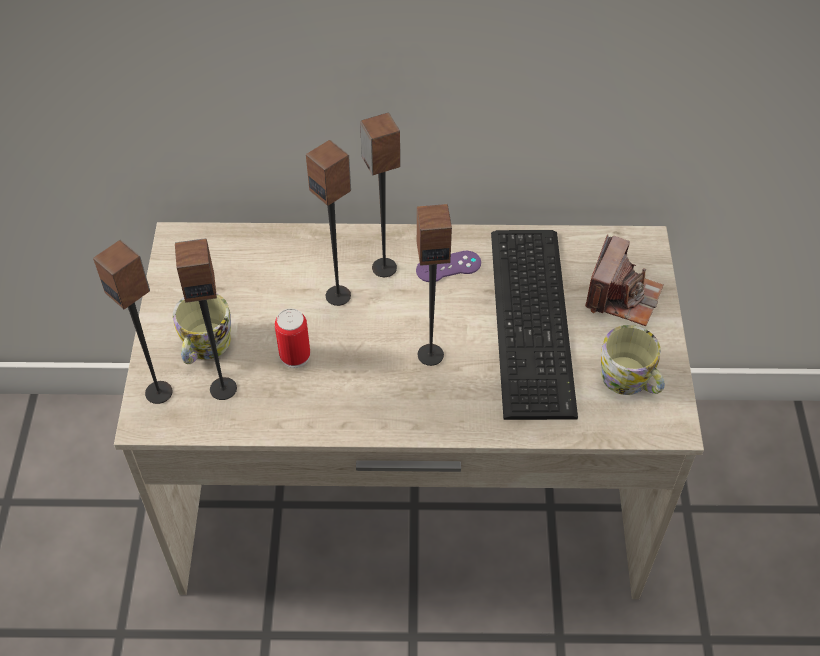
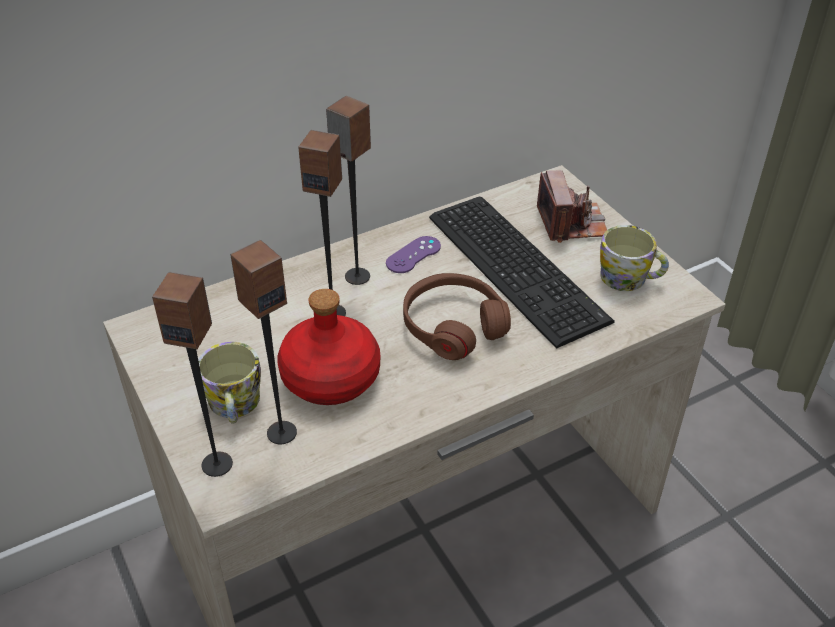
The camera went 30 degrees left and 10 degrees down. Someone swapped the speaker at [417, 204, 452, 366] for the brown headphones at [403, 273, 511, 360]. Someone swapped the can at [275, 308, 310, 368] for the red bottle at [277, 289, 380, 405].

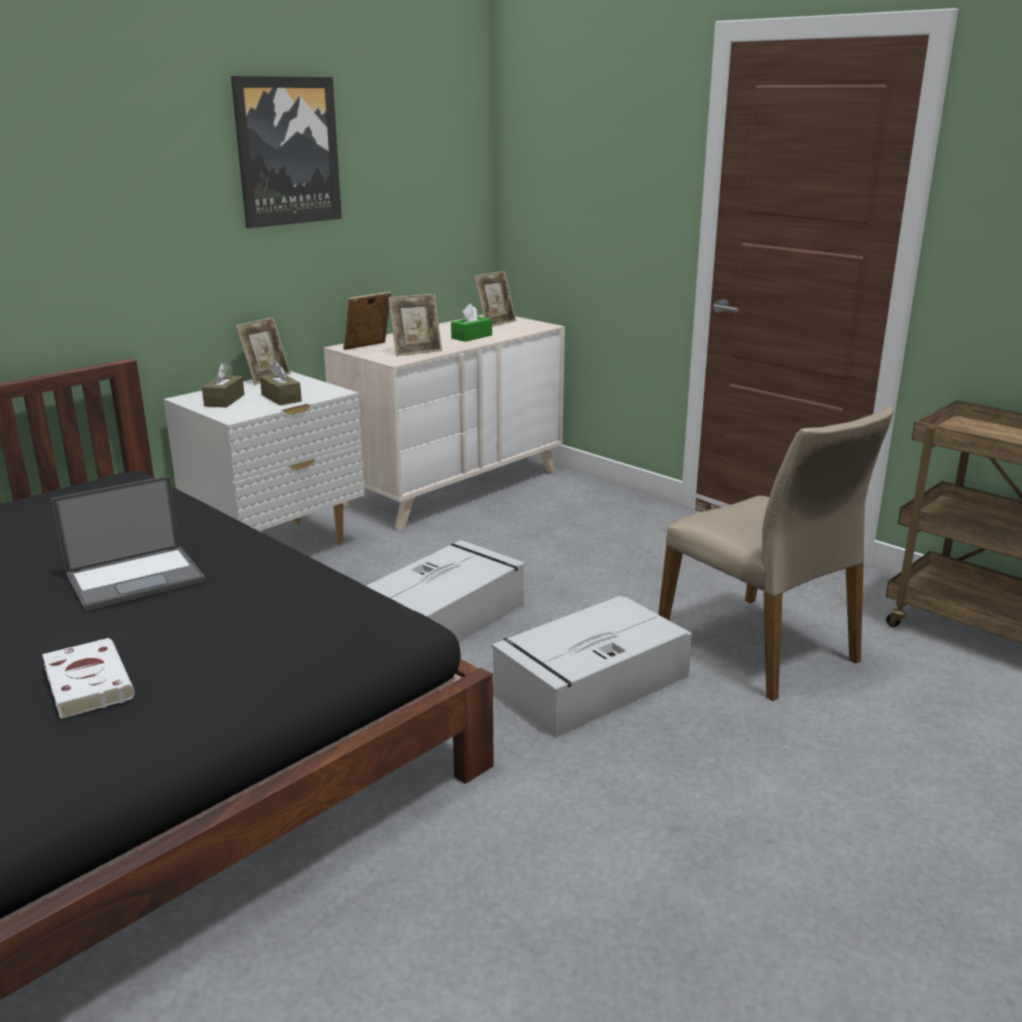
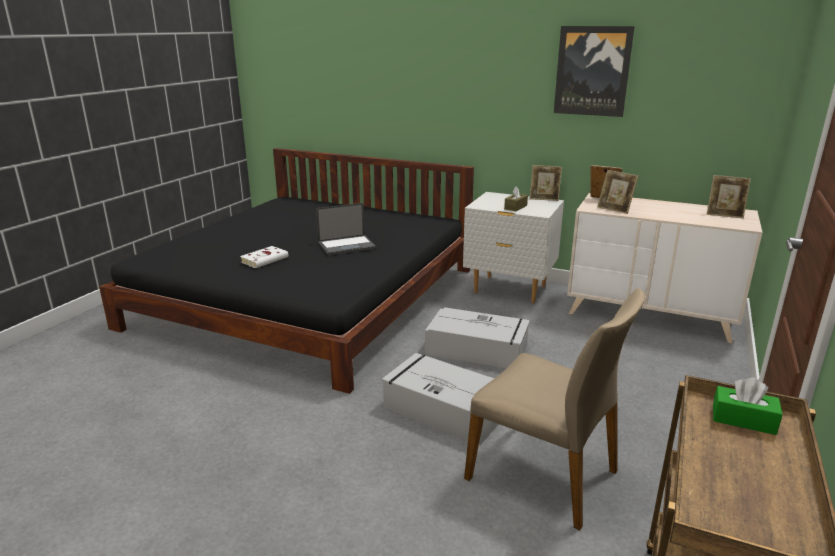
The camera went 70 degrees right and 0 degrees up. Someone carried the green tissue box from [451, 304, 492, 342] to [713, 377, 783, 435]. Someone took away the brown tissue box at [202, 363, 245, 408]. Someone rotated the beige chair at [658, 406, 894, 701] by 90 degrees counterclockwise. Someone rotated the laptop at [51, 476, 205, 612] by 60 degrees counterclockwise.

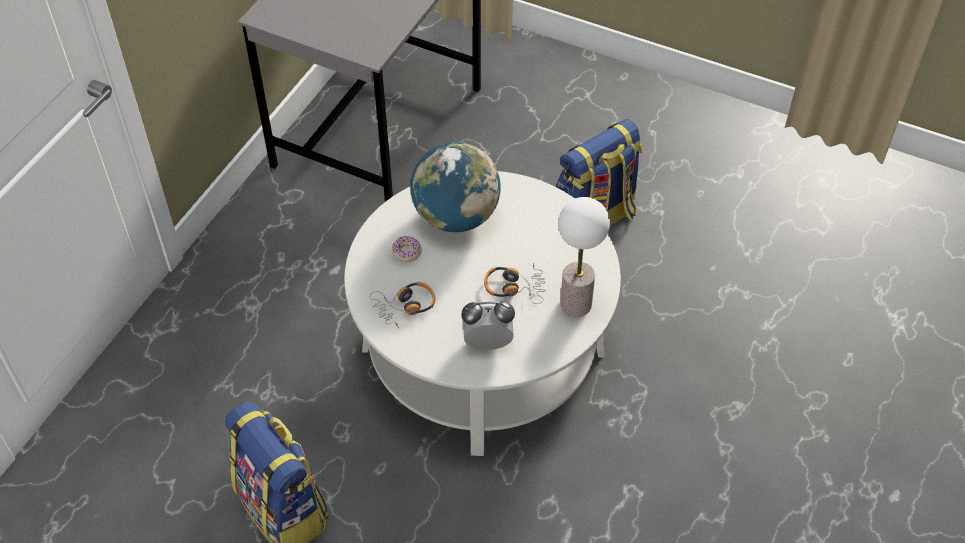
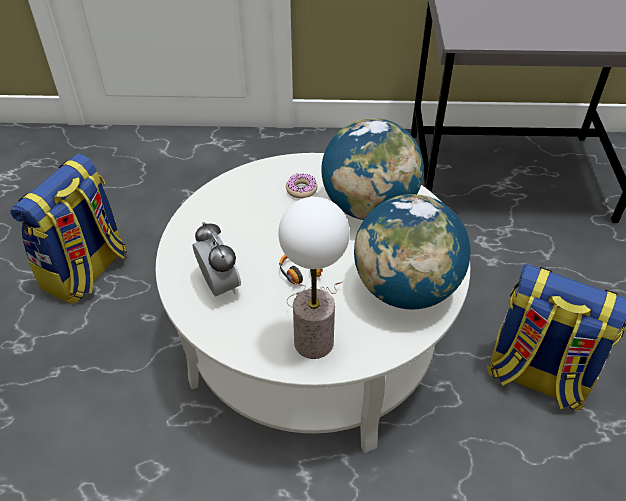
The camera went 65 degrees right and 5 degrees down. Someone took away the headphones at [370, 282, 435, 328]. Someone put down the globe at [354, 194, 470, 309].

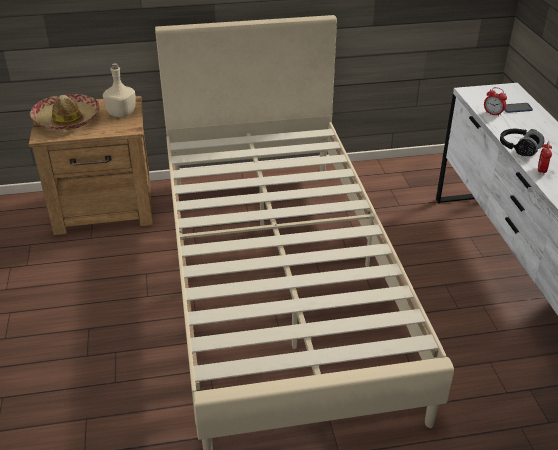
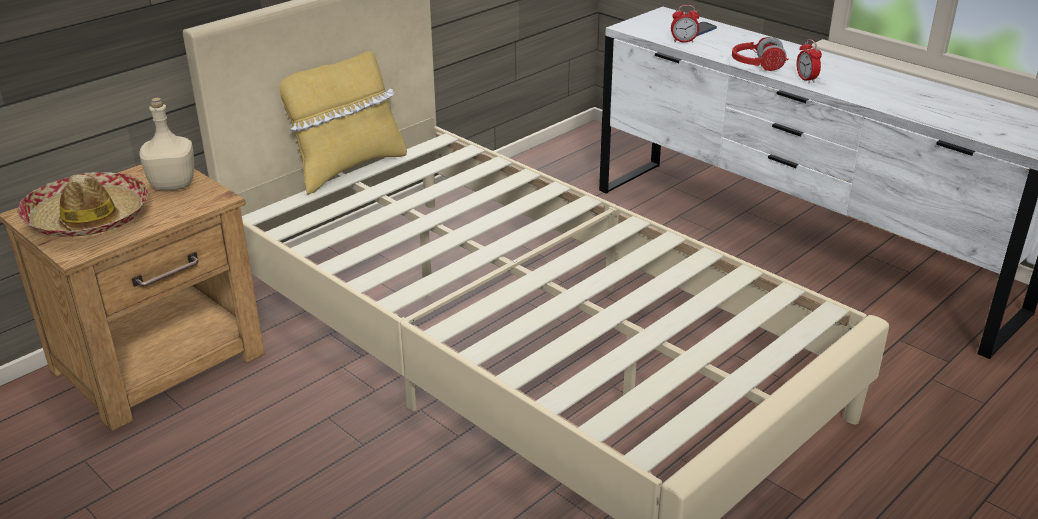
The camera went 35 degrees left and 5 degrees down. Someone repainted the black headphones at [500, 129, 544, 156], which became the red headphones at [732, 37, 789, 71]. Someone put down the yellow pillow at [280, 51, 407, 195].

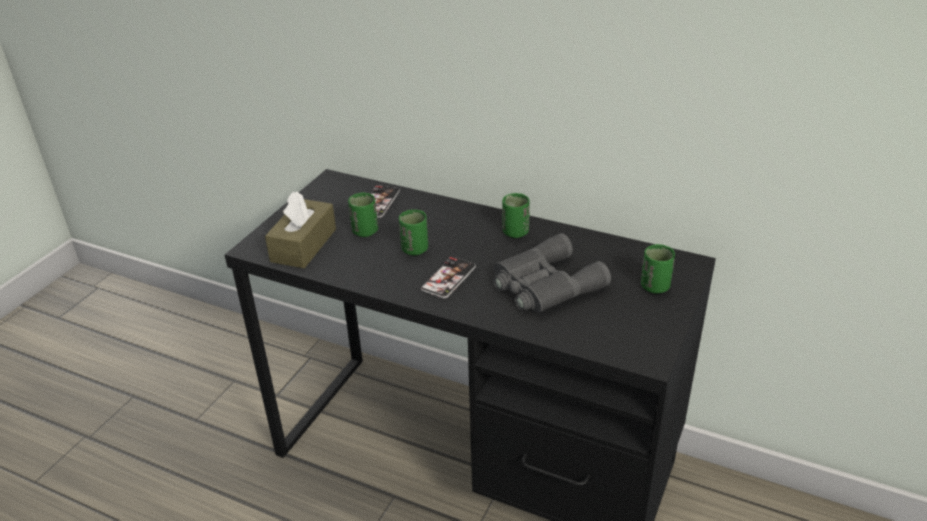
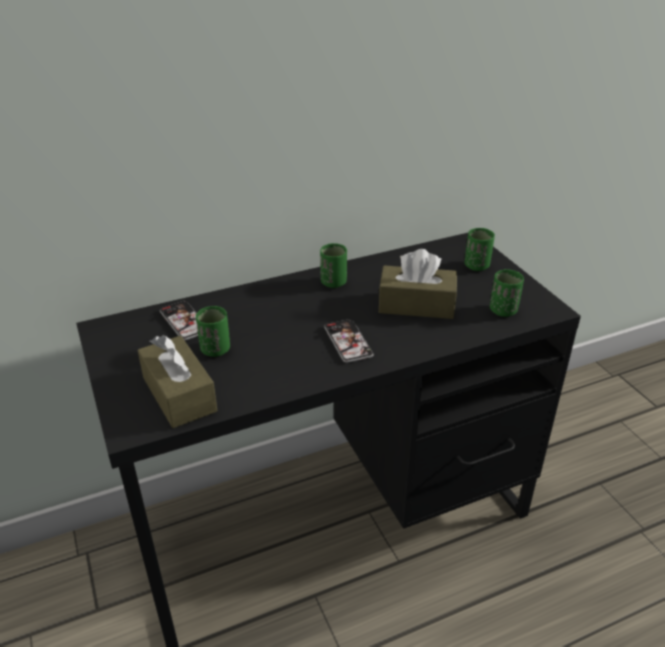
The camera went 50 degrees left and 0 degrees up. Someone carried the green cup from [399, 210, 428, 255] to [490, 269, 524, 317]. Someone swapped the grey binoculars at [493, 233, 611, 313] for the brown tissue box at [379, 249, 457, 319].

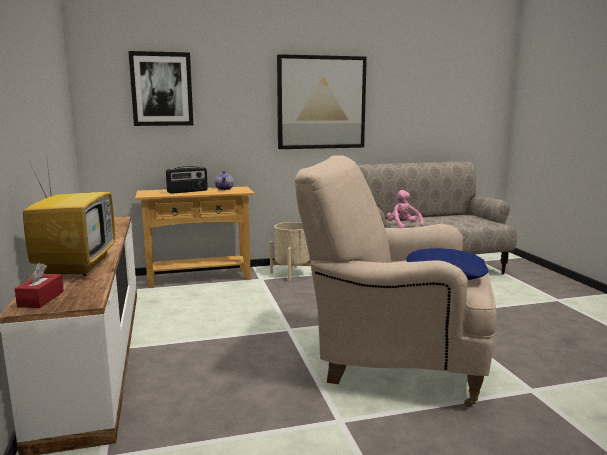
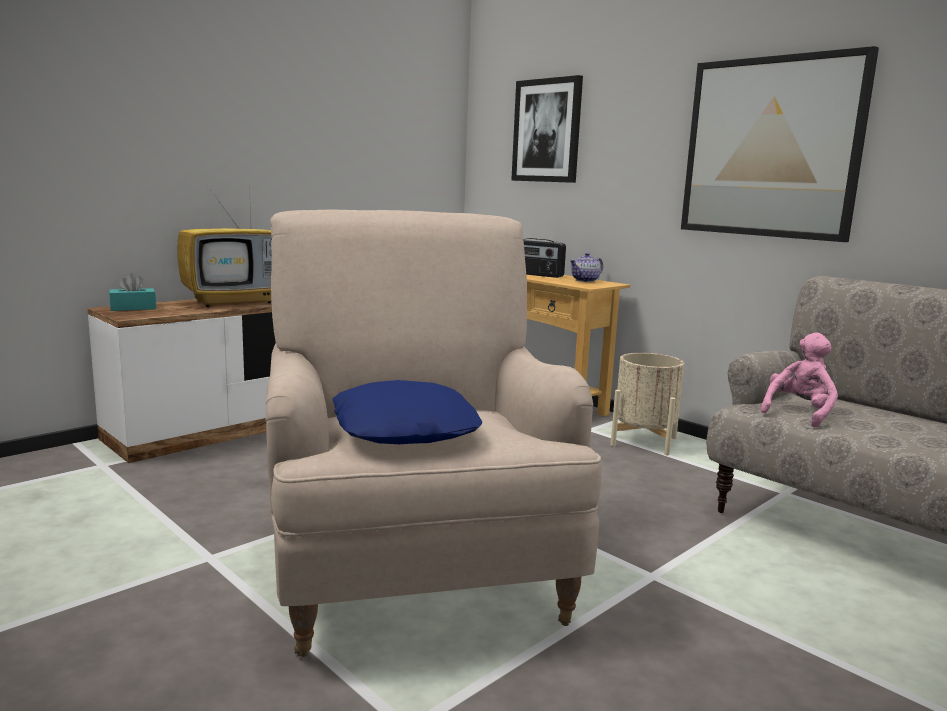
The camera went 60 degrees right and 0 degrees up. Someone repainted the red tissue box at [15, 263, 64, 308], which became the turquoise tissue box at [109, 273, 156, 311].

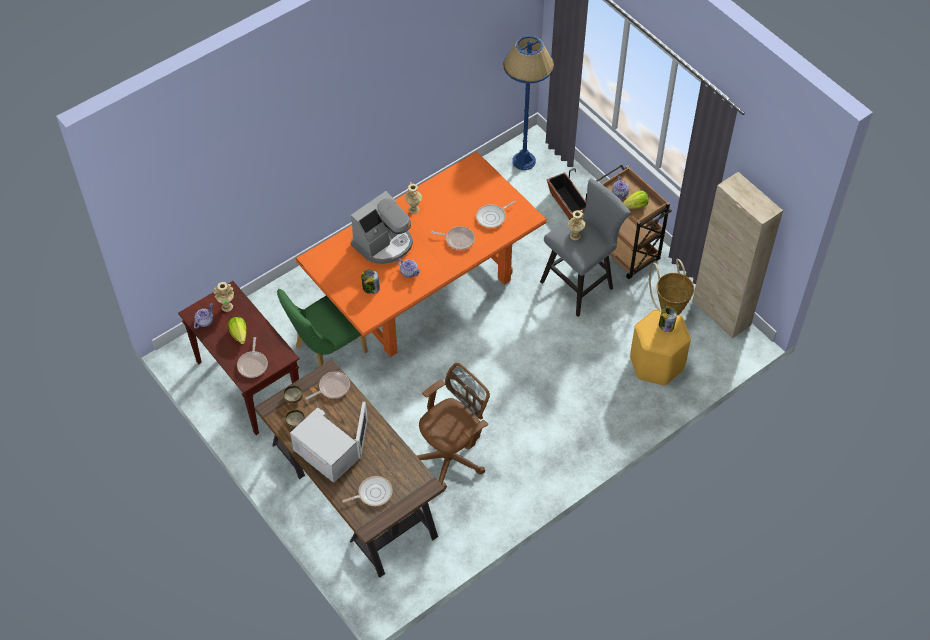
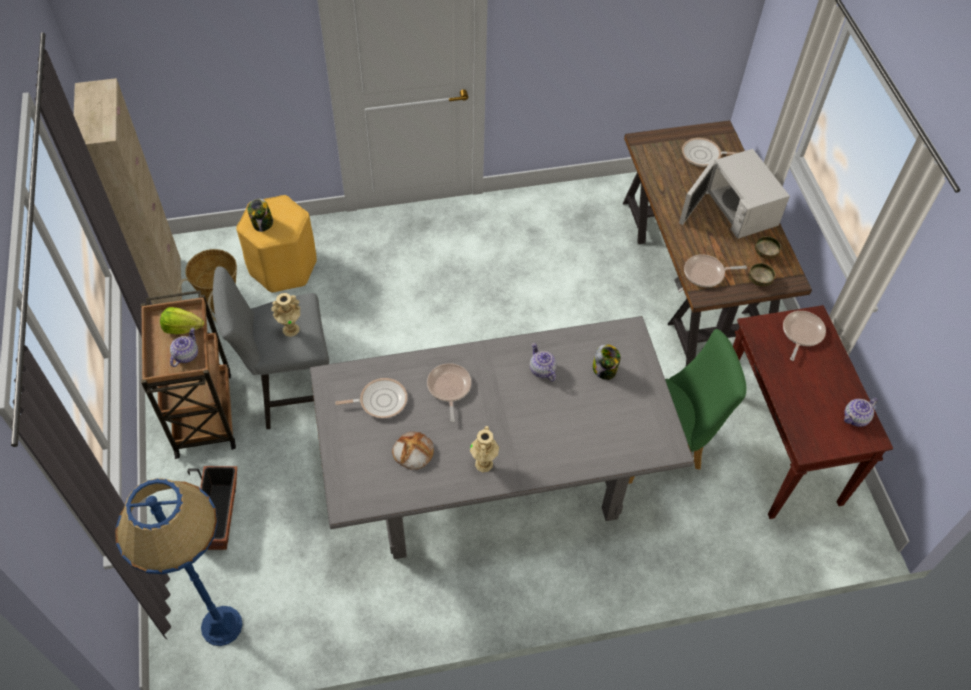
The camera went 155 degrees left and 0 degrees up. Someone repainted the orange dining table at [296, 151, 547, 357], which became the grey dining table at [310, 316, 694, 559]. Someone took away the coffee machine at [351, 191, 413, 264]. Someone rotated the frying pan at [431, 226, 475, 250] by 45 degrees clockwise. Someone took away the beige vase at [214, 282, 234, 312]. Someone took away the lettuce at [228, 317, 246, 344]. Someone took away the brown office chair at [417, 363, 490, 489]. Someone put down the bread at [392, 431, 434, 470].

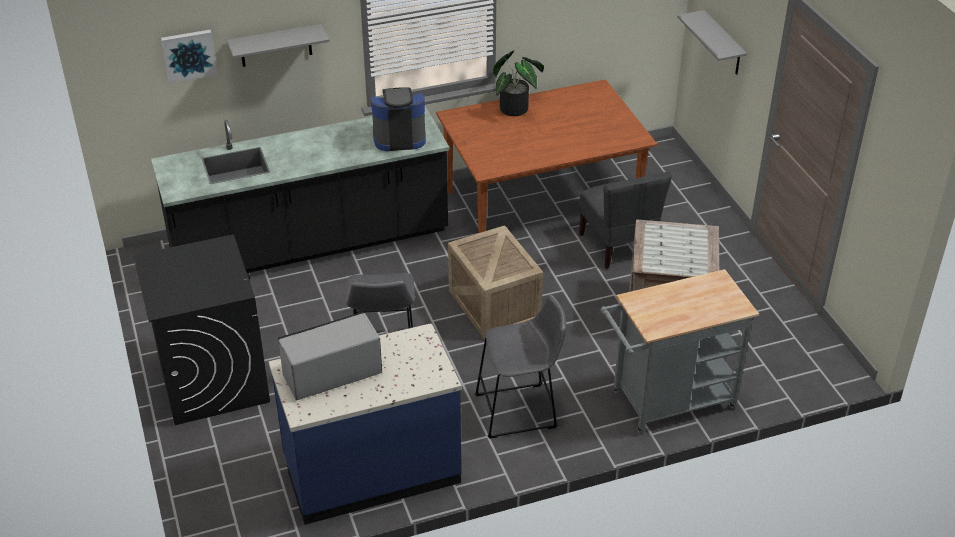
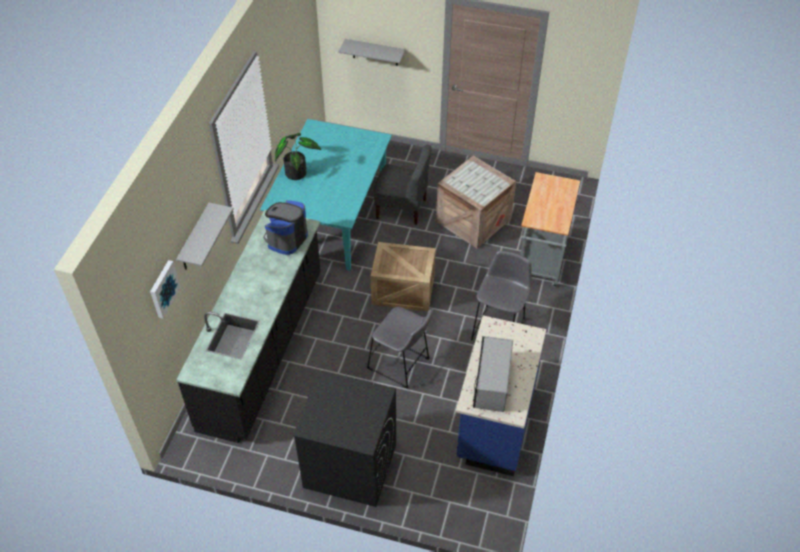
The camera went 55 degrees left and 10 degrees up. Someone repainted the brown dining table at [436, 79, 657, 233], which became the turquoise dining table at [260, 119, 392, 271].

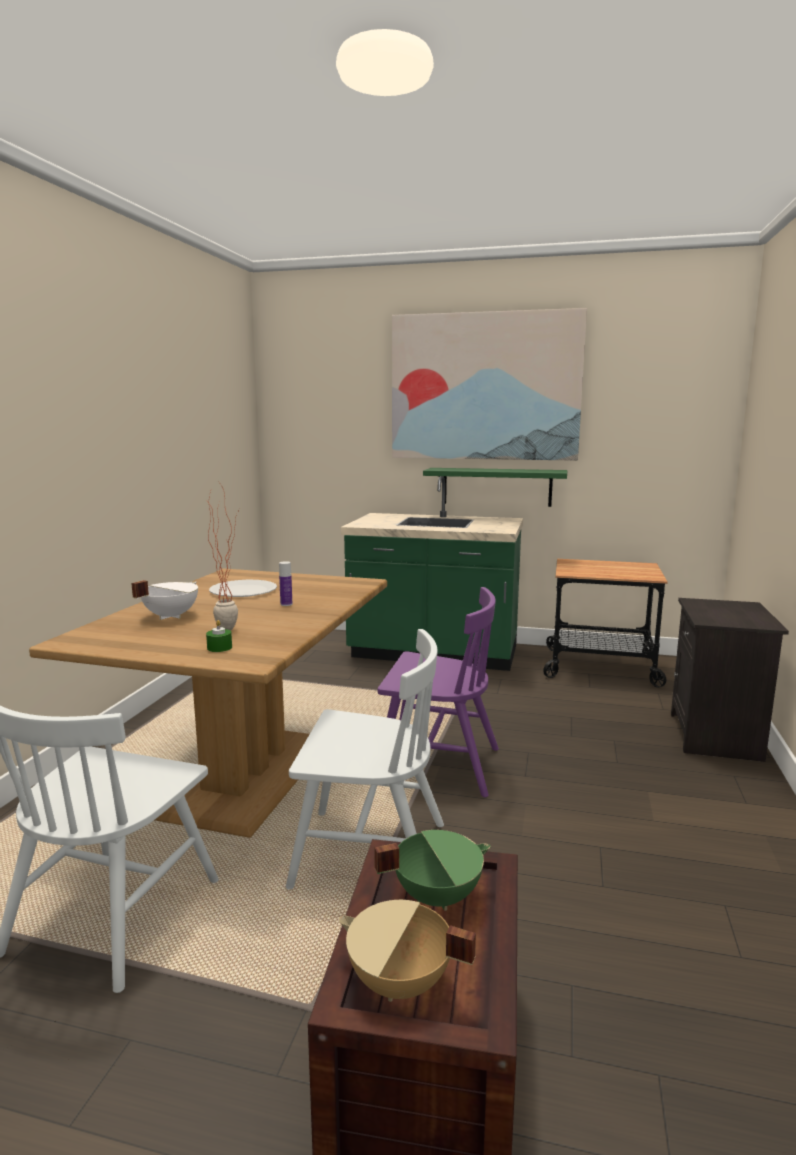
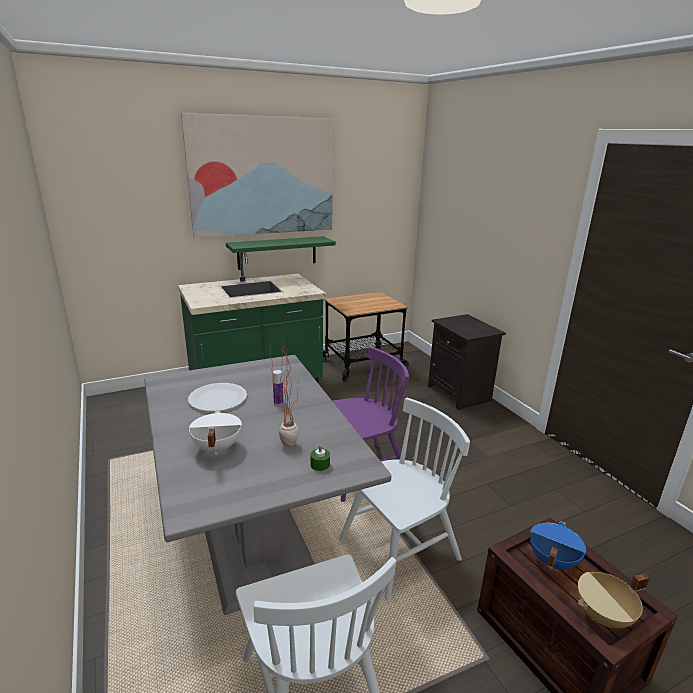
The camera went 40 degrees left and 10 degrees up. Someone repainted the brown dining table at [29, 569, 387, 838], which became the grey dining table at [144, 355, 391, 615]. Someone repainted the green cooking pot at [374, 830, 490, 911], which became the blue cooking pot at [530, 521, 586, 570].

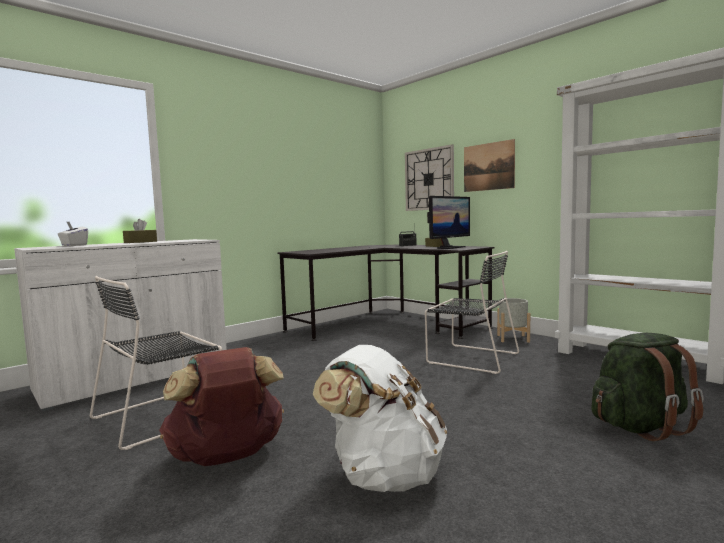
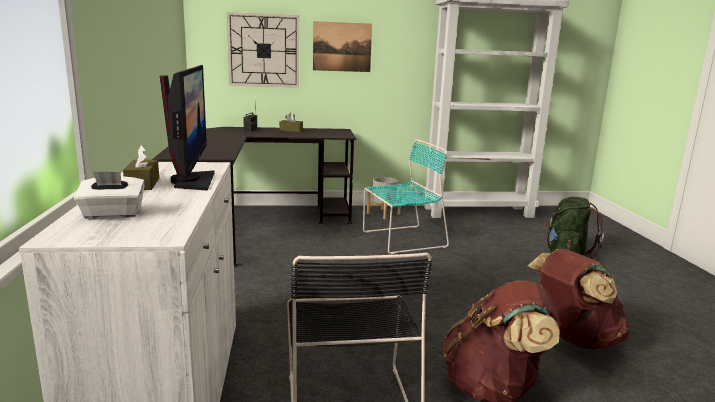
The camera went 55 degrees left and 10 degrees up. Someone carried the monitor from [427, 196, 470, 249] to [159, 65, 215, 191]. Someone repainted the black chair at [425, 251, 519, 374], which became the turquoise chair at [363, 139, 449, 254]. Someone repainted the white backpack at [313, 345, 447, 492], which became the brown backpack at [528, 249, 630, 349].

